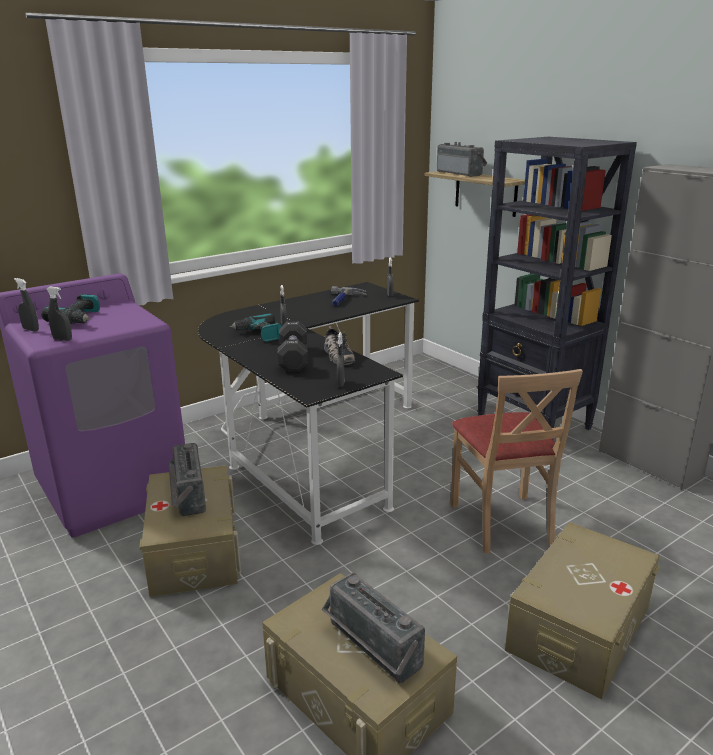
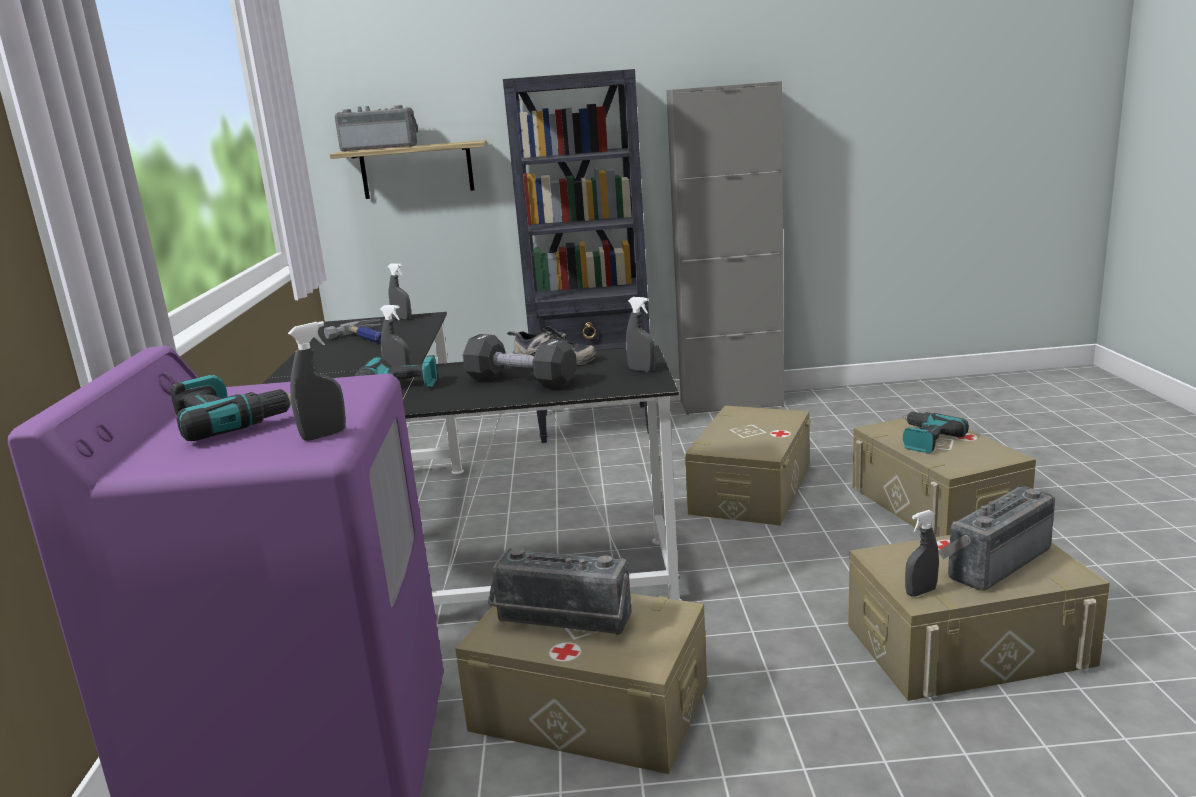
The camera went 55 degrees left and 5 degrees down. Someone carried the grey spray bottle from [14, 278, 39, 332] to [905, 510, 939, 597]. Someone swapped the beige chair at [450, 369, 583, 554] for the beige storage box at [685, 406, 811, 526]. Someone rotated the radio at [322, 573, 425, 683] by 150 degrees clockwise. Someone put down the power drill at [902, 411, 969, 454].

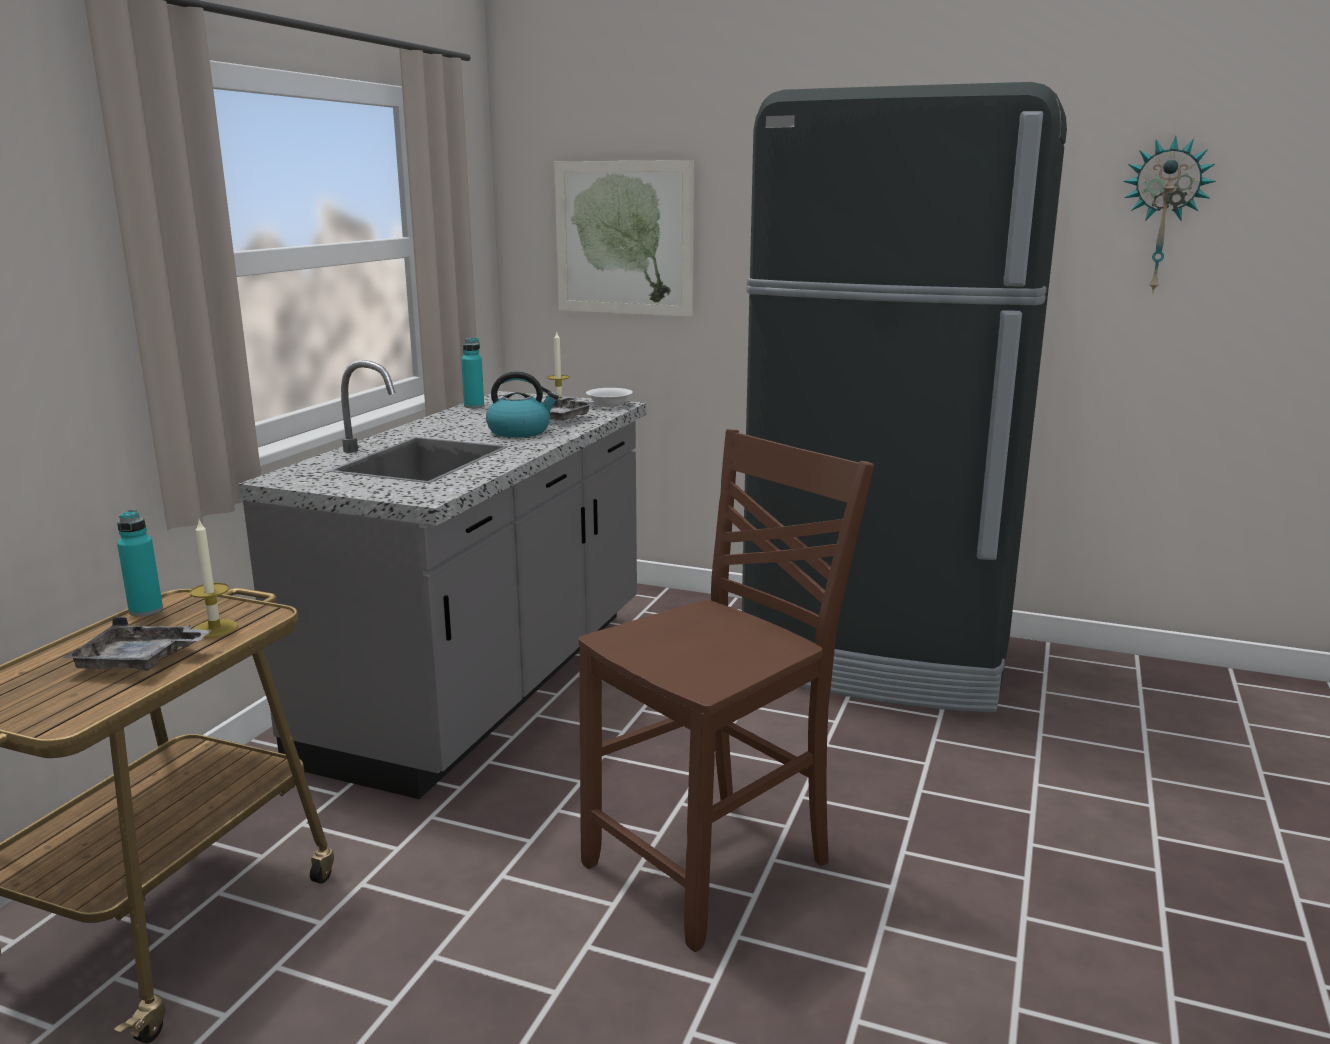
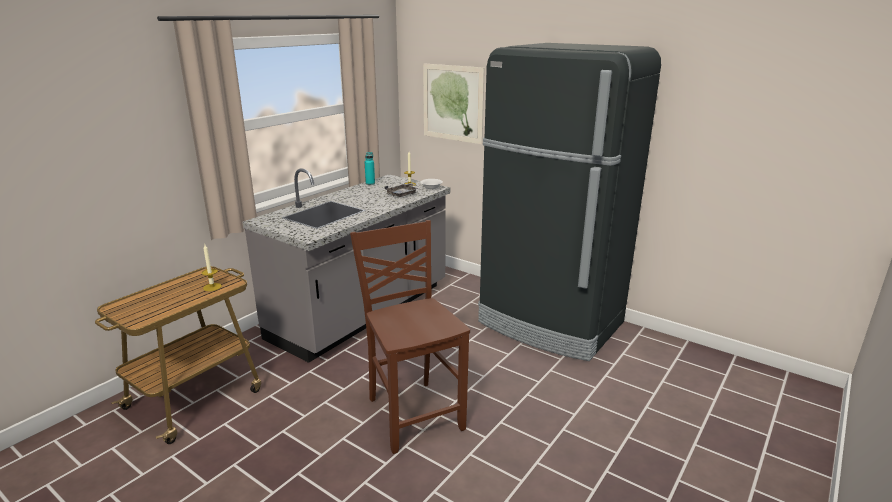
The camera went 15 degrees right and 5 degrees up. Someone took away the wall clock at [1123, 136, 1216, 294]. Someone took away the kettle at [486, 371, 559, 438]. Someone rotated the brown chair at [578, 429, 874, 952] by 90 degrees counterclockwise. Someone took away the turquoise bottle at [117, 510, 163, 617]. Someone took away the grey tray at [63, 617, 211, 671].

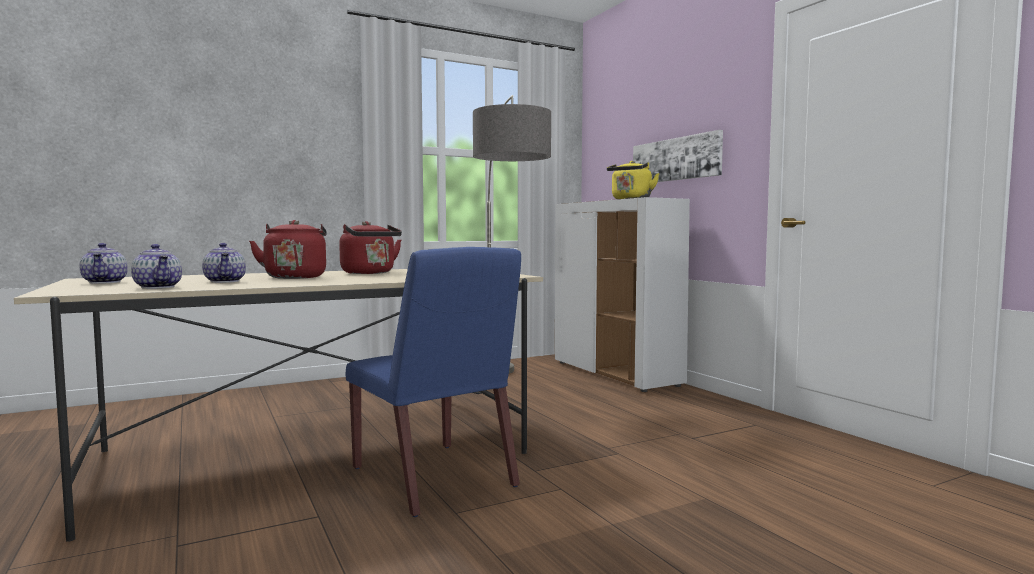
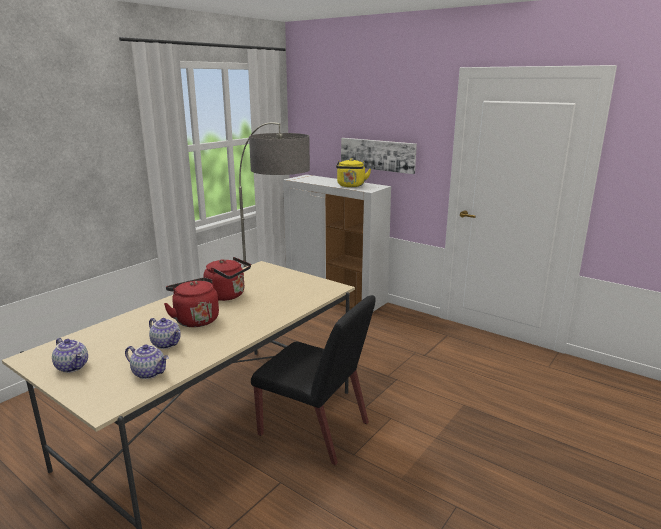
The camera went 25 degrees left and 15 degrees up. Someone repainted the blue chair at [346, 247, 521, 517], which became the black chair at [251, 295, 376, 465].

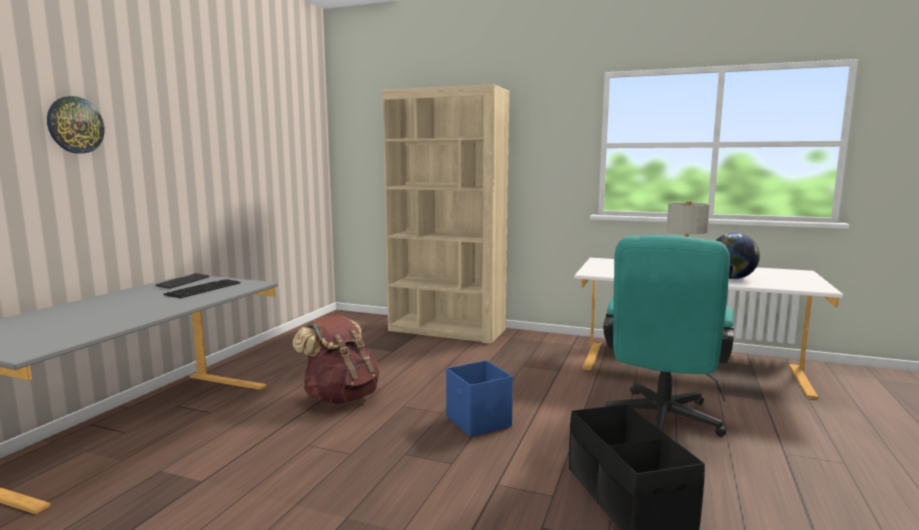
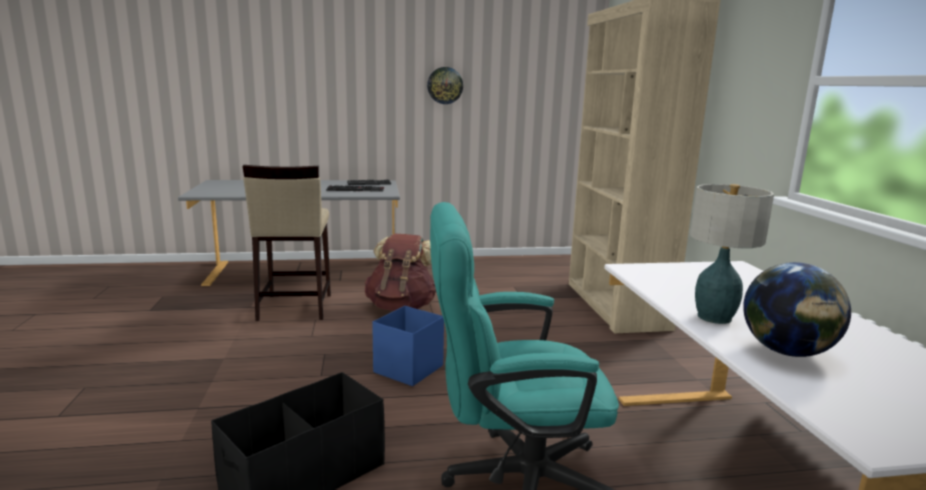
The camera went 60 degrees right and 5 degrees up. Someone carried the wall clock from [47, 96, 105, 154] to [427, 67, 463, 104]. Someone put down the beige stool at [242, 165, 331, 321].

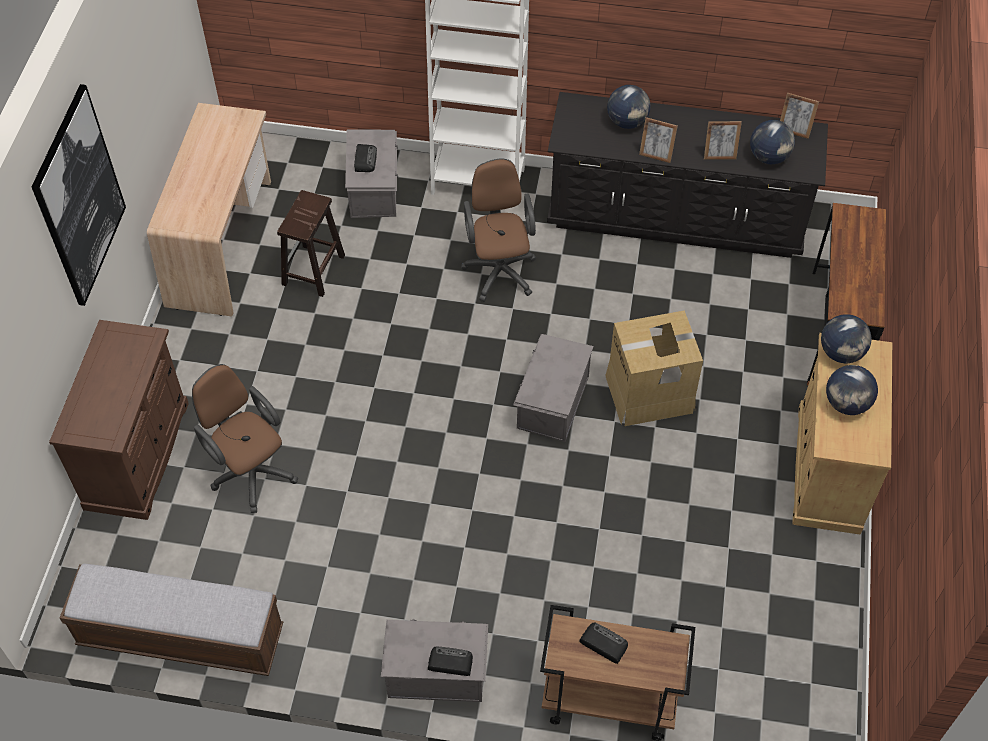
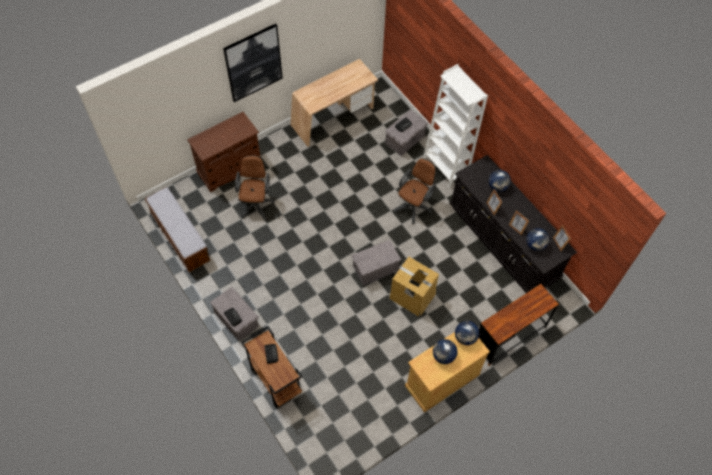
The camera went 45 degrees right and 5 degrees up. Someone took away the brown stool at [277, 190, 345, 297].

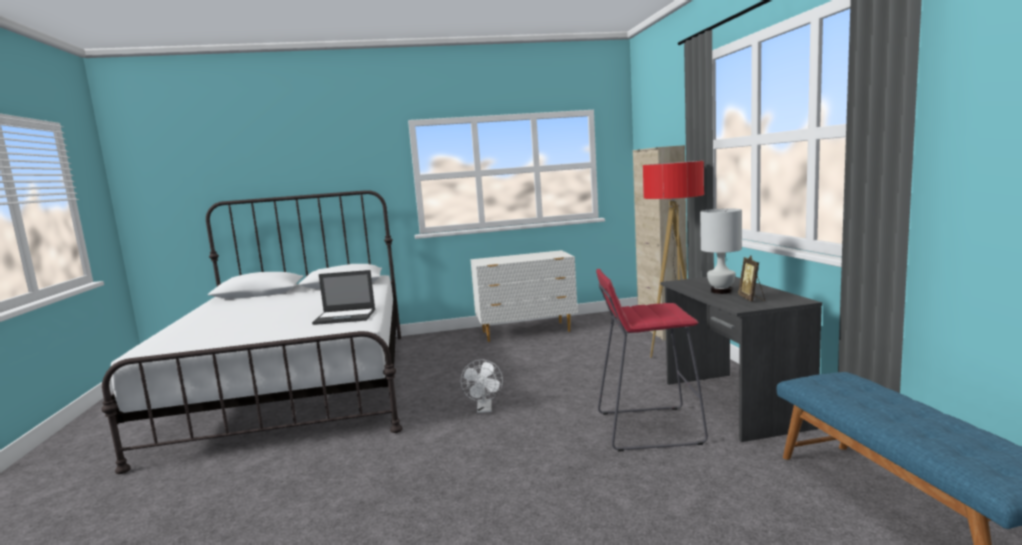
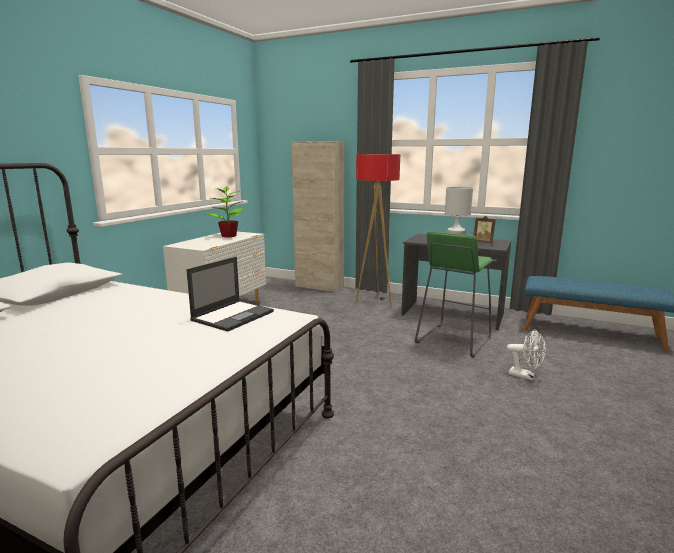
The camera went 55 degrees left and 5 degrees up. Someone repainted the red stool at [596, 269, 708, 452], which became the green stool at [415, 232, 493, 357]. Someone carried the white fan from [461, 359, 503, 413] to [507, 329, 546, 380]. Someone put down the potted plant at [206, 186, 244, 237].

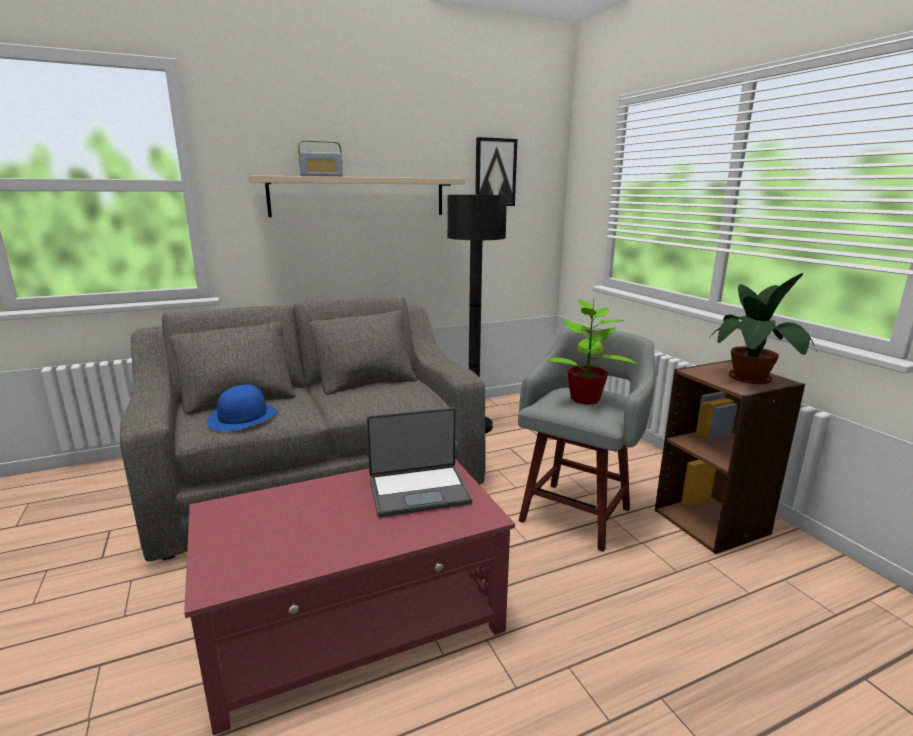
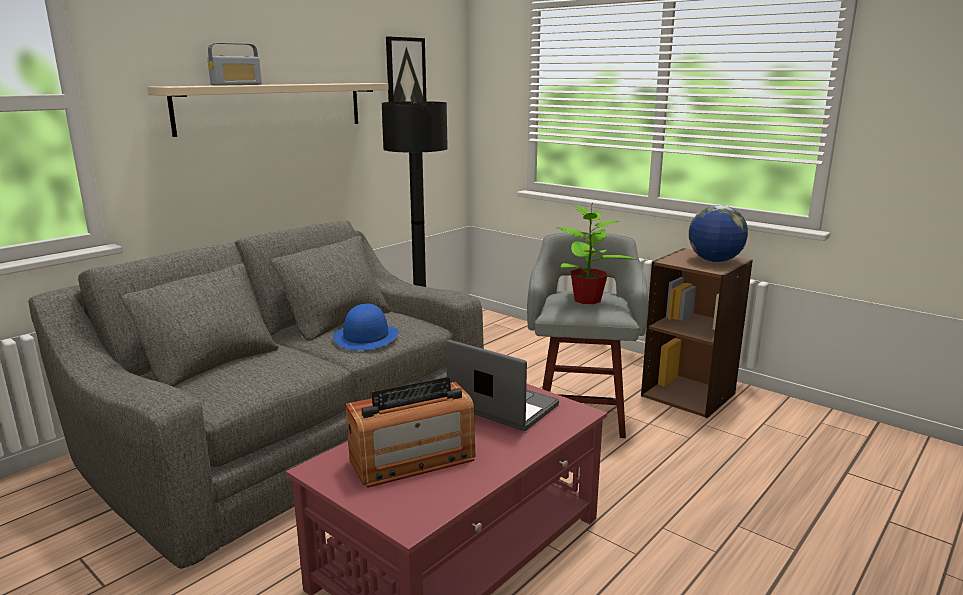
The camera went 25 degrees left and 0 degrees up. Someone swapped the potted plant at [709, 273, 817, 384] for the globe at [689, 205, 748, 262]. Someone carried the blue hat from [207, 385, 278, 431] to [333, 304, 399, 350]. Someone rotated the laptop at [367, 407, 473, 517] by 105 degrees counterclockwise. Someone put down the radio at [346, 377, 476, 488].

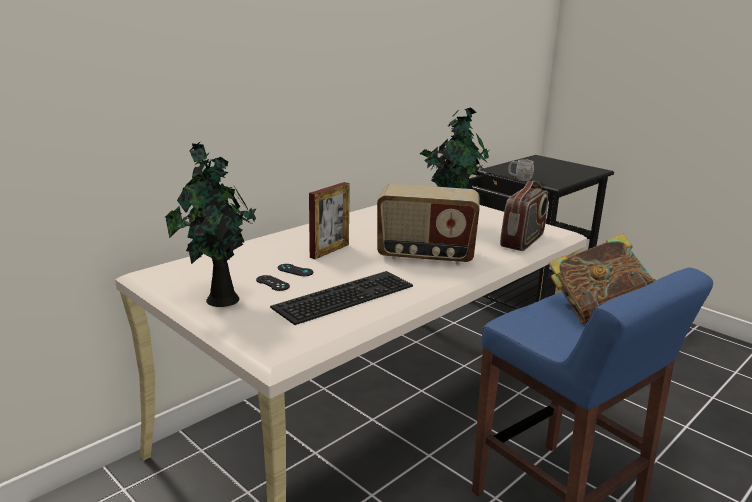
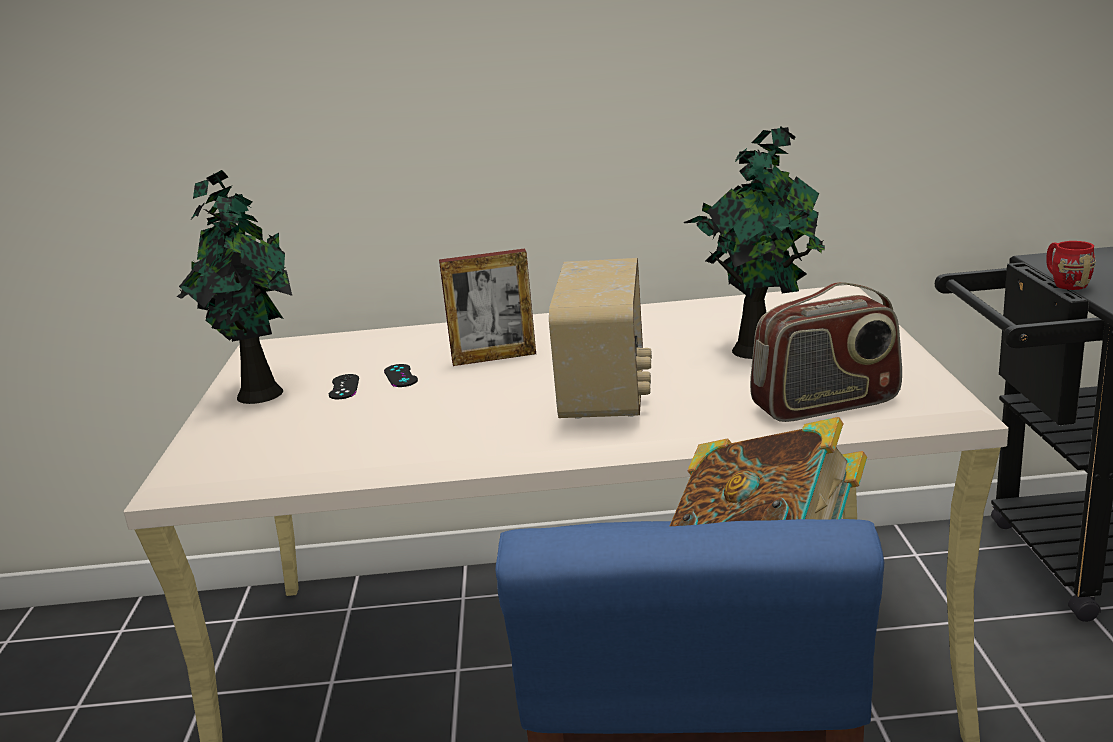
The camera went 45 degrees right and 0 degrees up. Someone repainted the grey mug at [508, 159, 534, 181], which became the red mug at [1046, 241, 1096, 290]. Someone rotated the radio at [377, 184, 480, 265] by 135 degrees counterclockwise. Someone took away the keyboard at [270, 271, 413, 325].

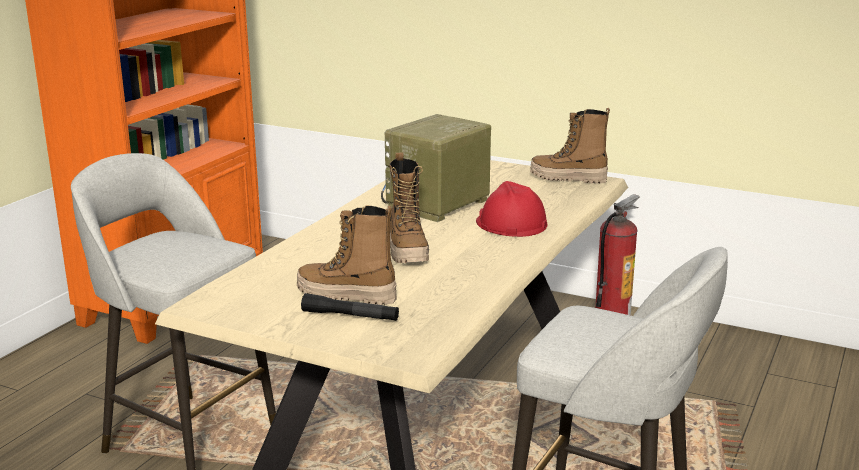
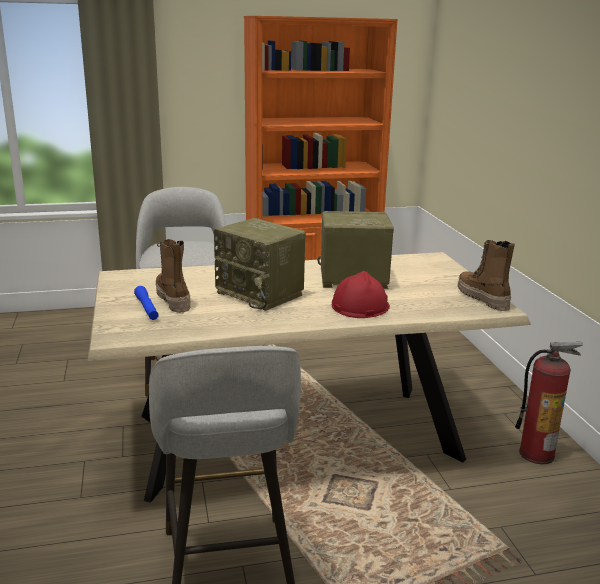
The camera went 50 degrees right and 0 degrees up. Someone swapped the boot at [389, 153, 429, 263] for the radio at [214, 218, 306, 311]. Someone repainted the black flashlight at [301, 293, 399, 321], which became the blue flashlight at [134, 286, 158, 320].

